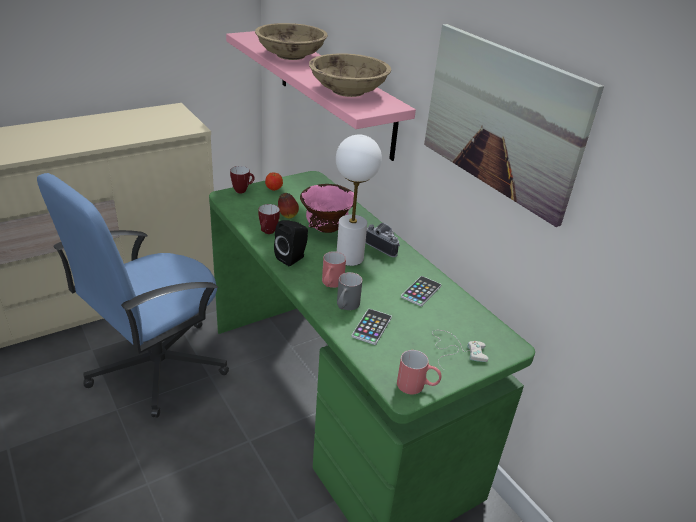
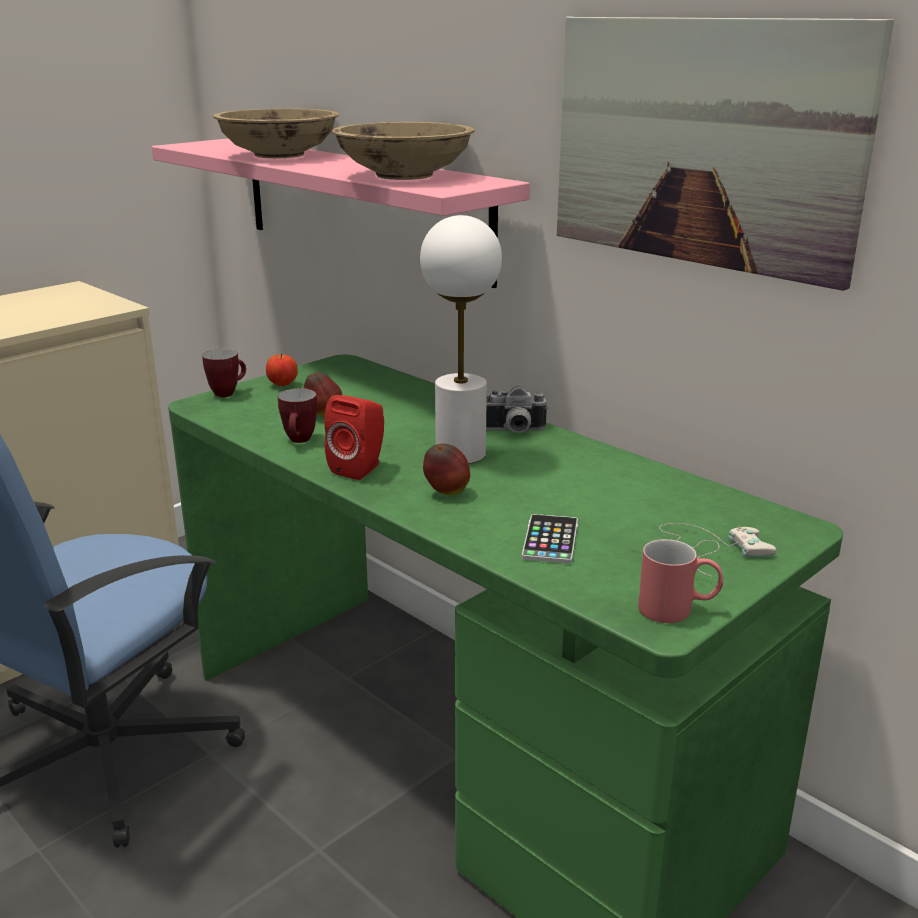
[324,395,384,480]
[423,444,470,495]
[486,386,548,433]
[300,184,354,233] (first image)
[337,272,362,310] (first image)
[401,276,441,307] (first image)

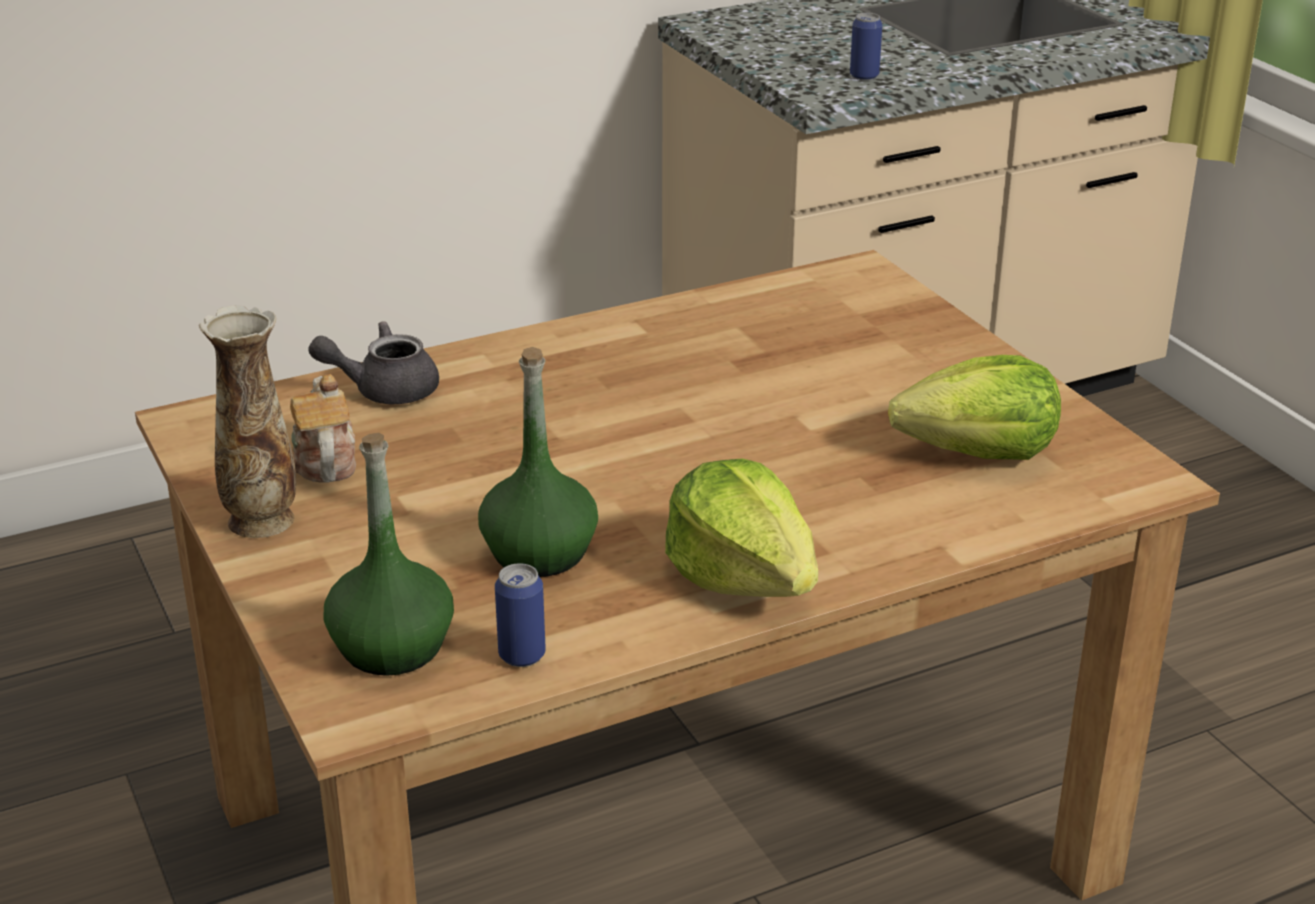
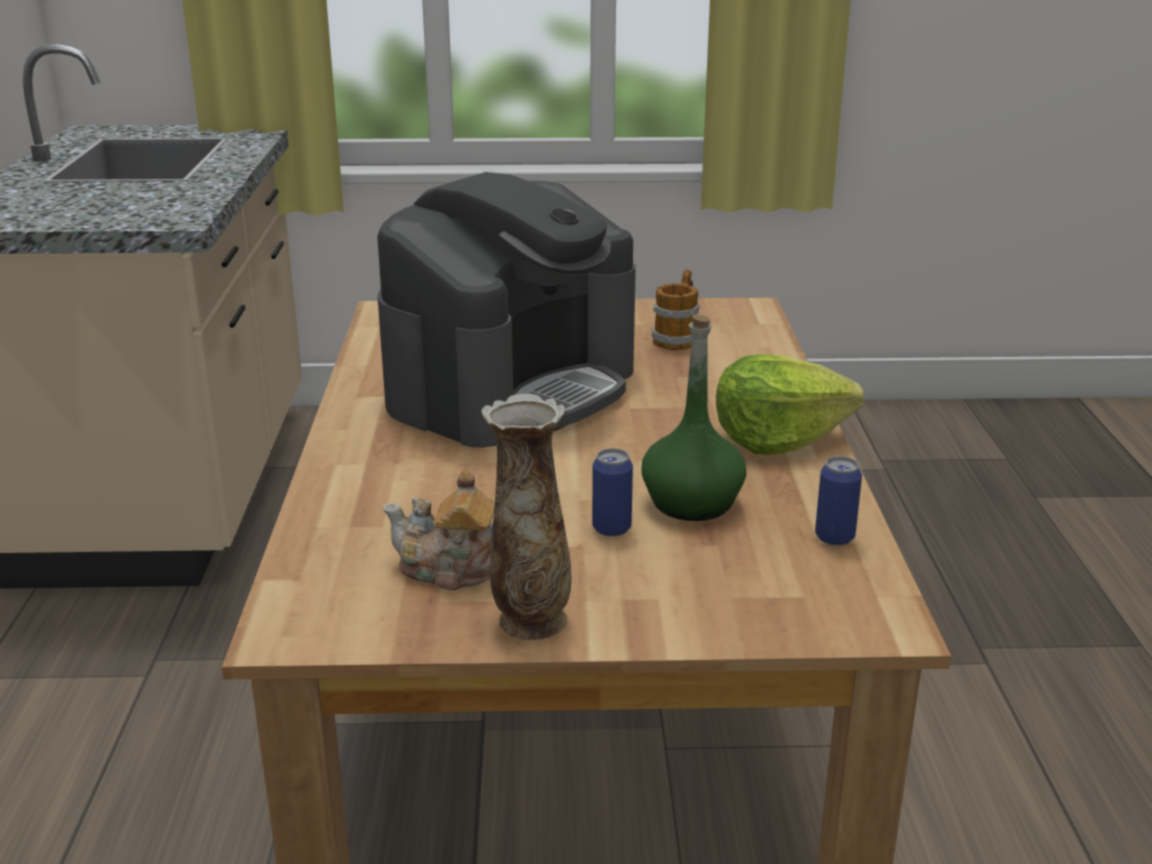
[377,172,636,448]
[592,448,633,537]
[651,269,700,350]
[308,321,439,404] (first image)
[323,433,454,676] (first image)

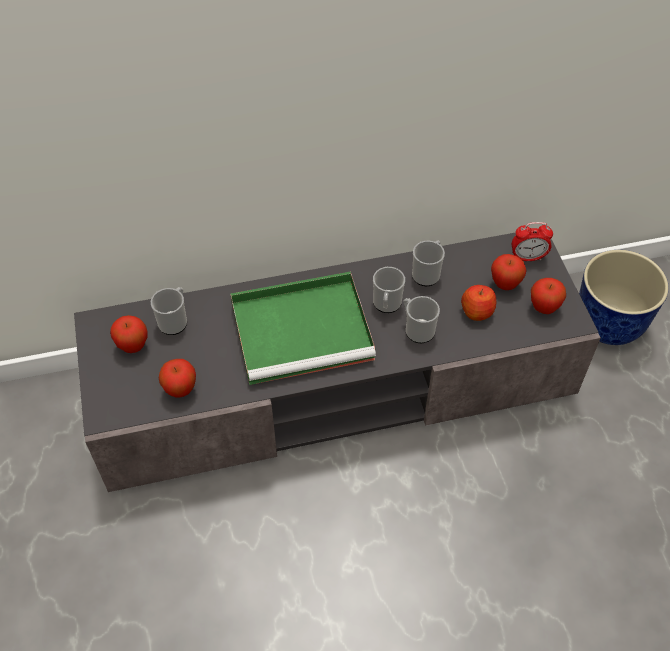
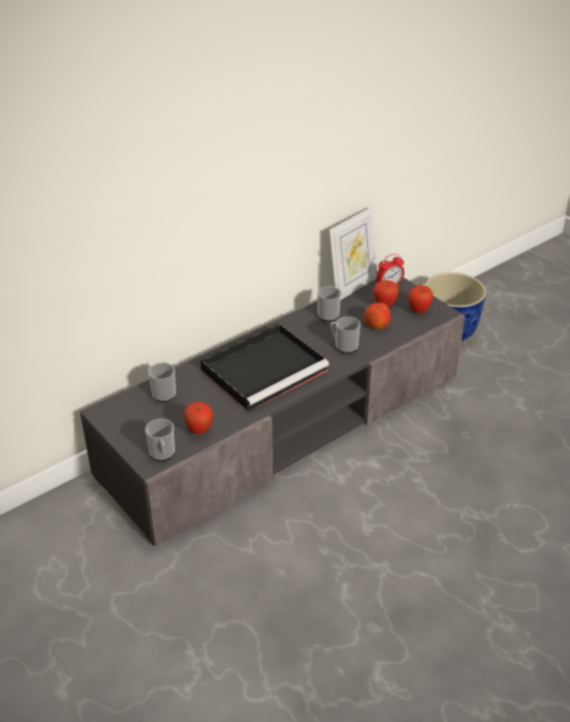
[145,419,175,461]
[200,323,329,412]
[329,206,377,300]
[110,315,147,353] (first image)

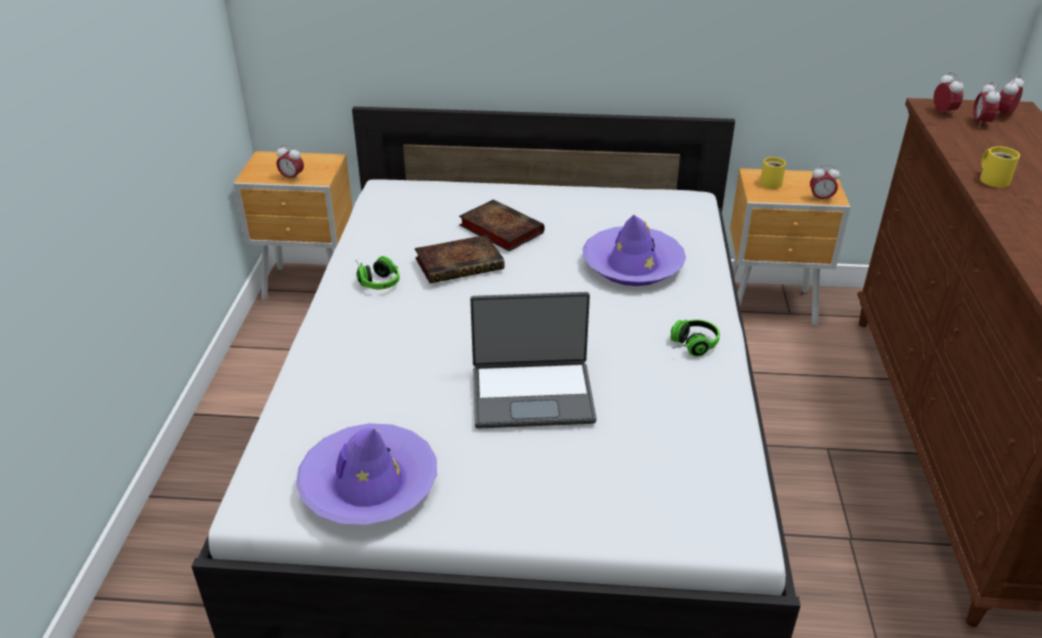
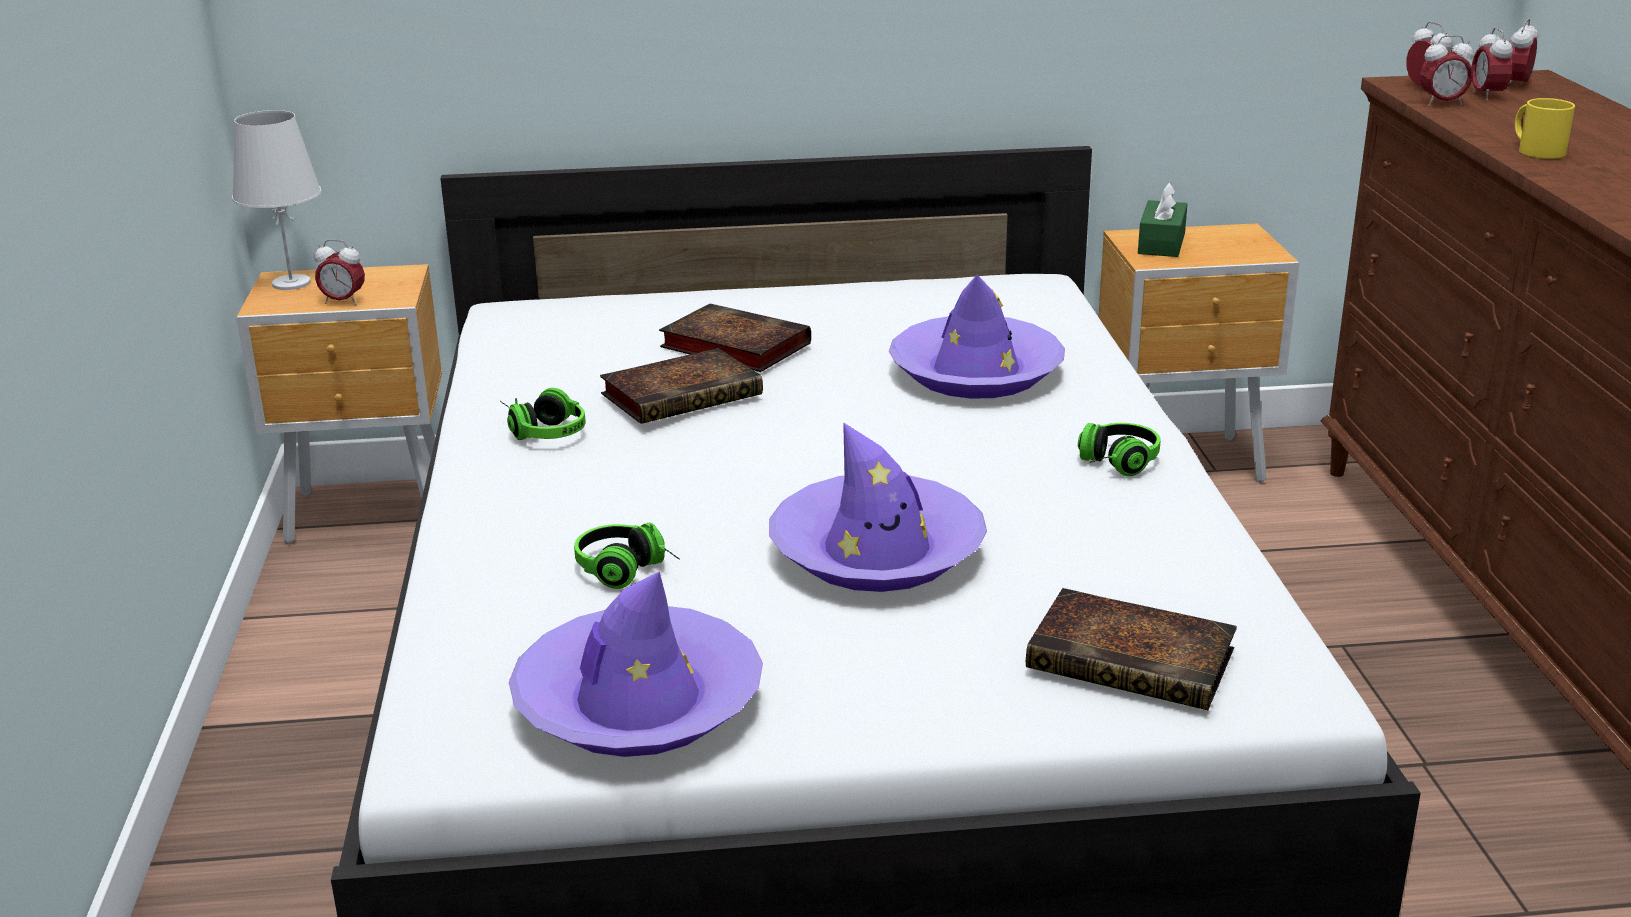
[232,110,322,290]
[574,523,680,589]
[769,422,987,592]
[1026,588,1237,710]
[1138,182,1187,257]
[1420,35,1474,106]

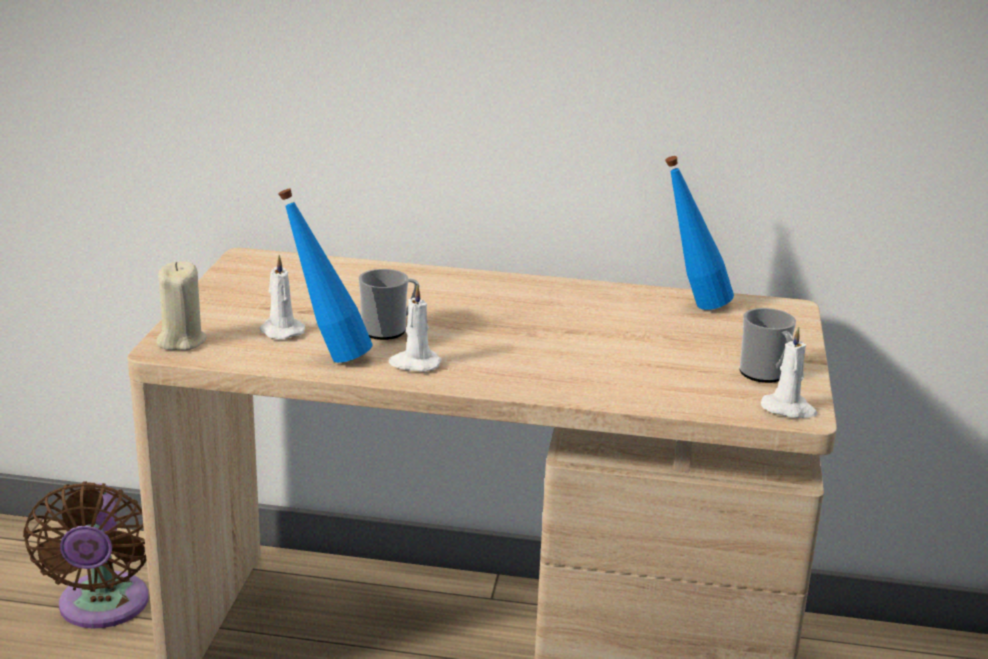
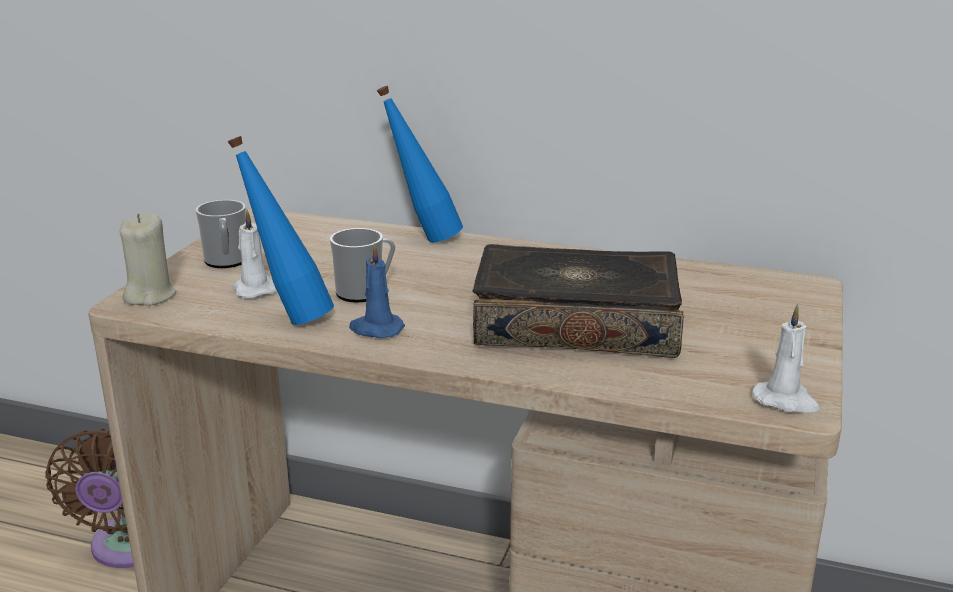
[196,200,246,268]
[349,243,405,338]
[377,86,463,242]
[472,244,683,358]

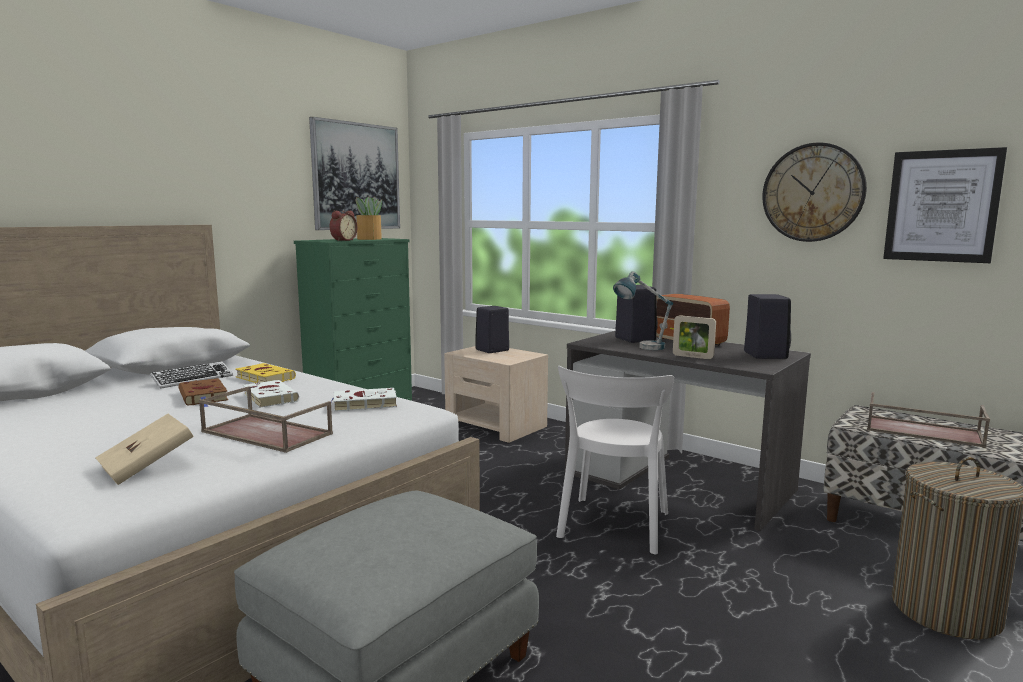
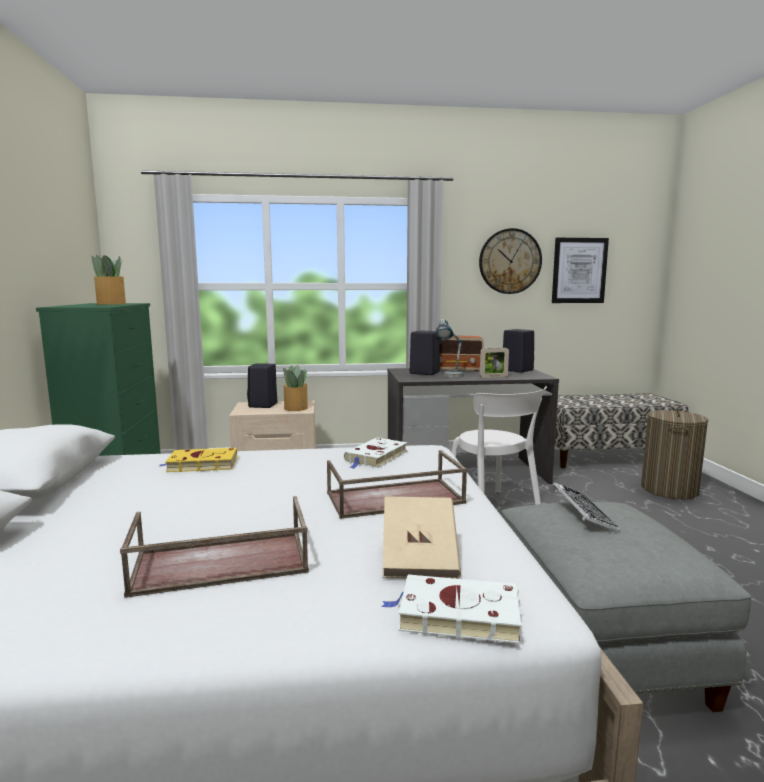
[120,496,309,598]
[283,365,308,411]
[381,574,521,644]
[553,482,620,532]
[179,378,228,407] (first image)
[309,117,400,230] (first image)
[330,211,358,241] (first image)

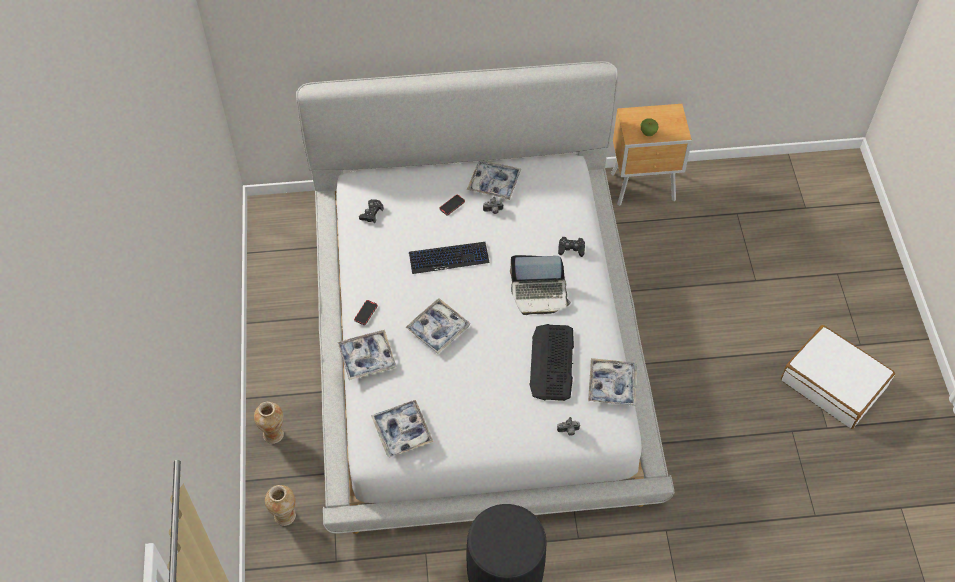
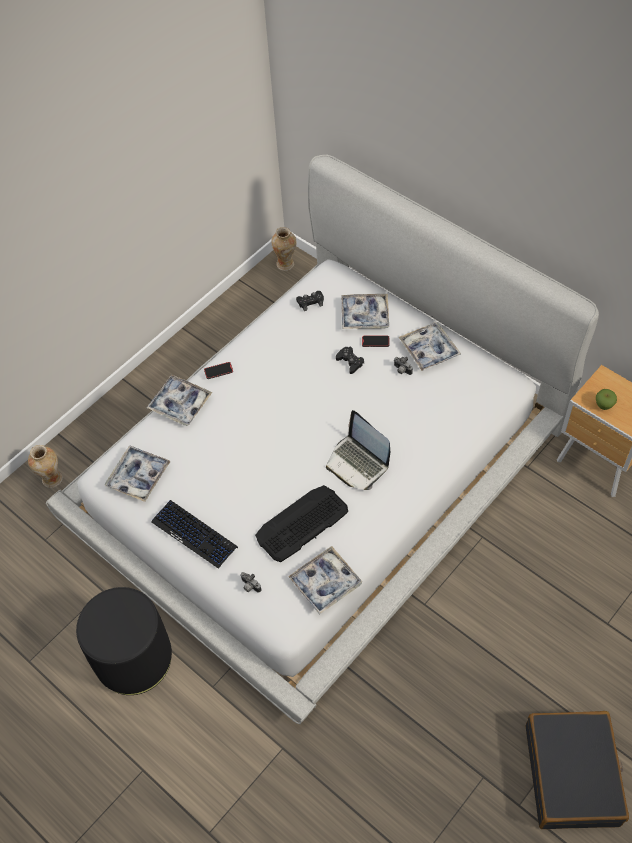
[151,500,238,569]
[271,227,296,271]
[336,347,364,374]
[342,294,389,329]
[526,711,629,829]

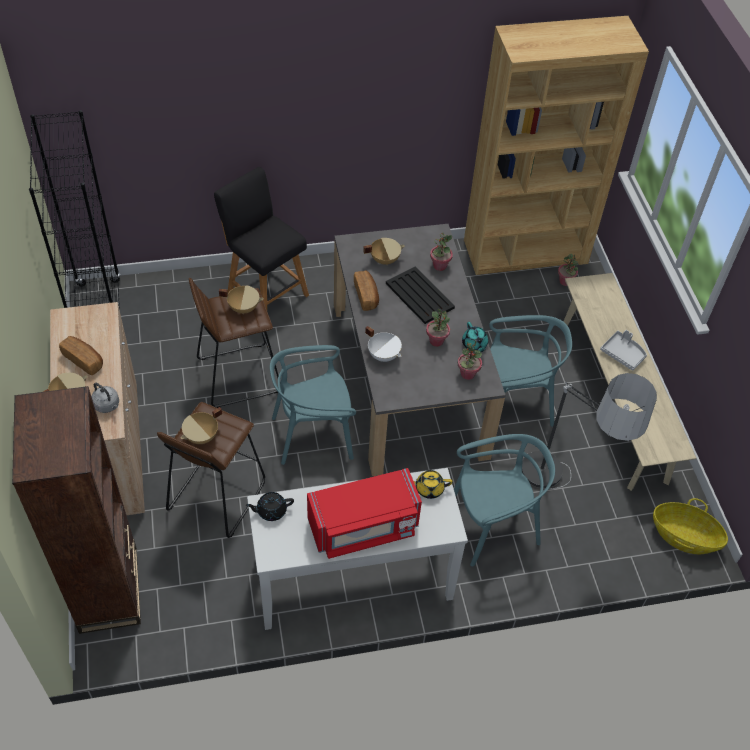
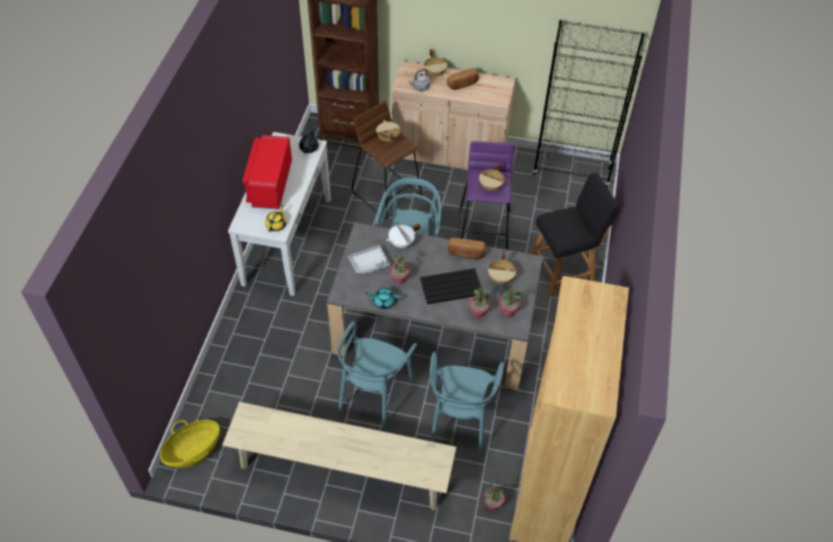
[348,245,390,273]
[430,352,504,453]
[458,141,514,250]
[499,286,521,317]
[522,373,657,489] (first image)

